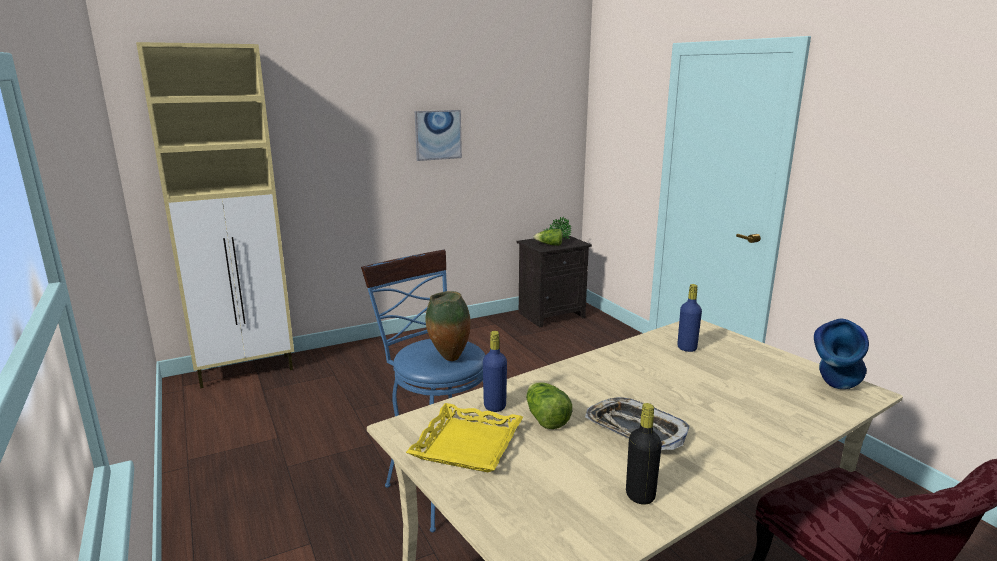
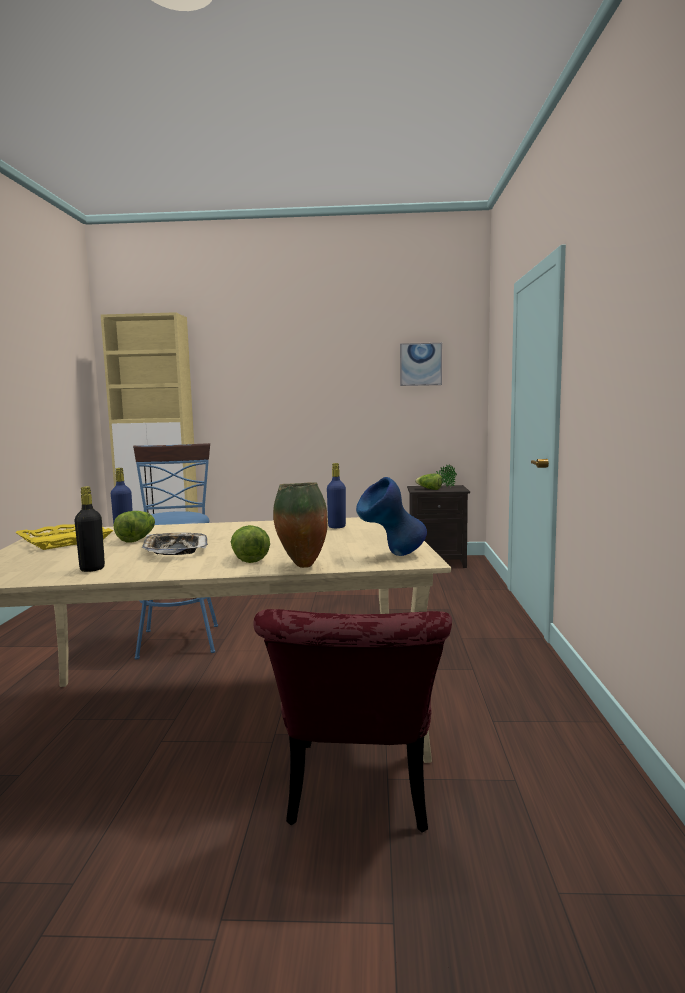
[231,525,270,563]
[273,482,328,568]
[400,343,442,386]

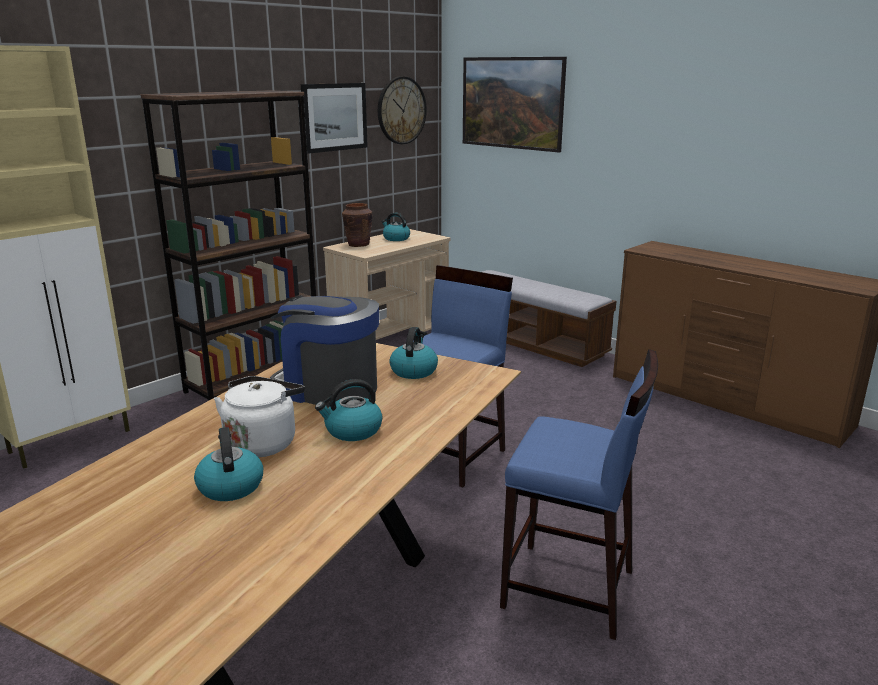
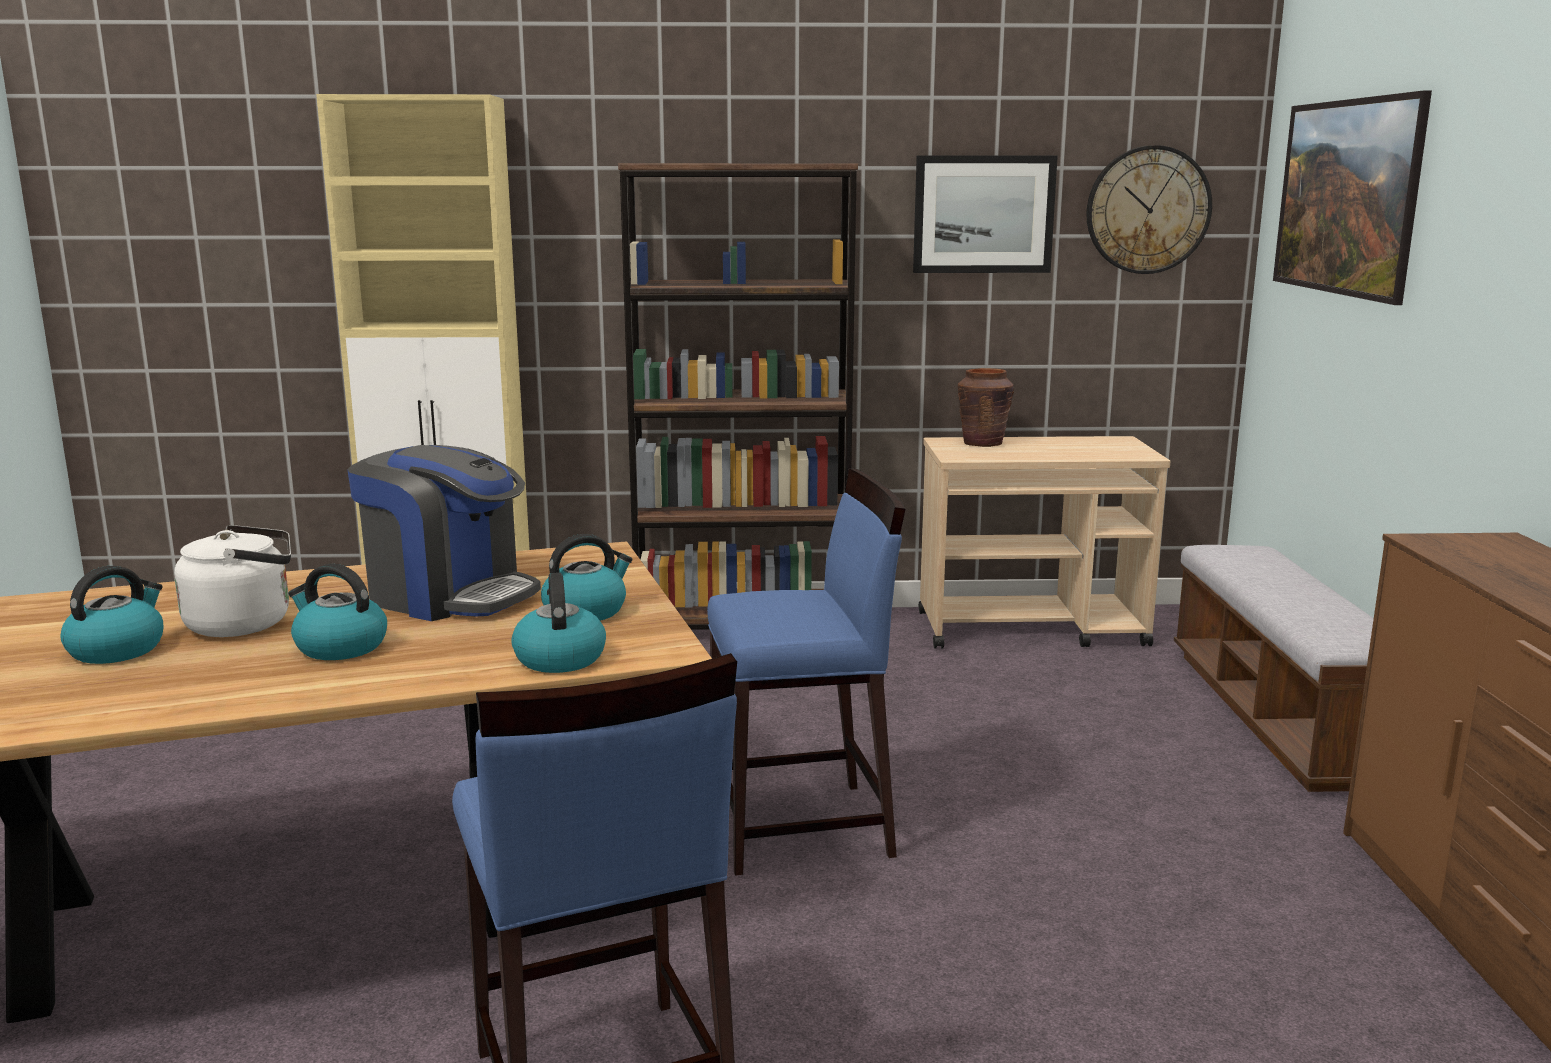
[347,445,541,621]
[511,573,606,673]

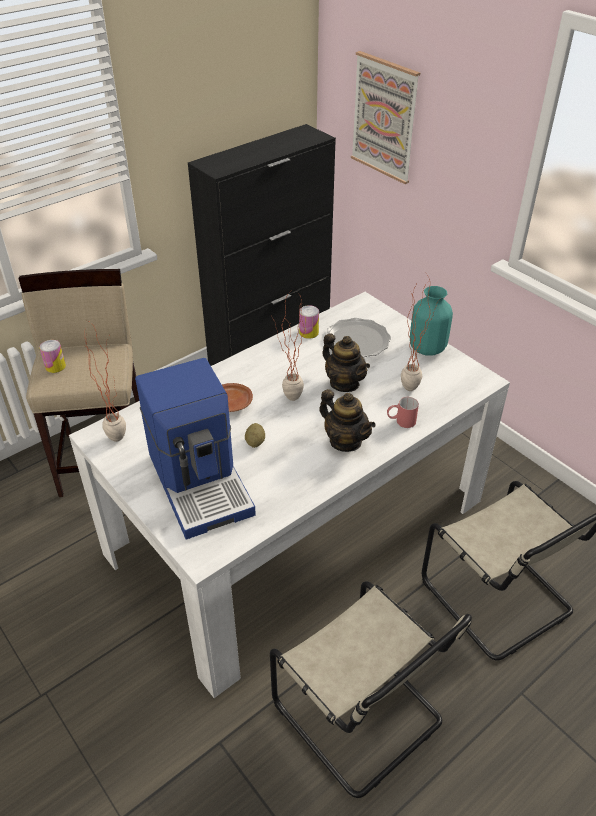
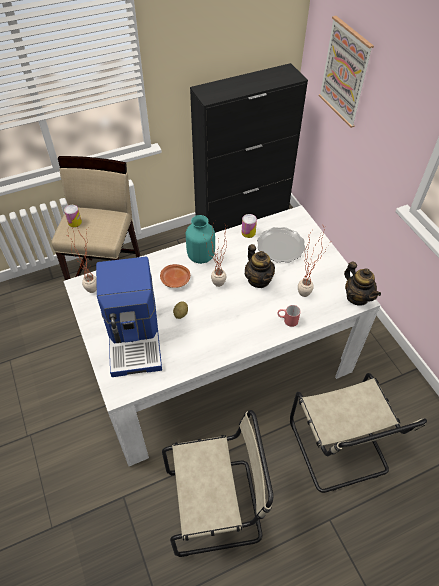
[162,410,273,557]
[186,215,215,264]
[344,262,381,306]

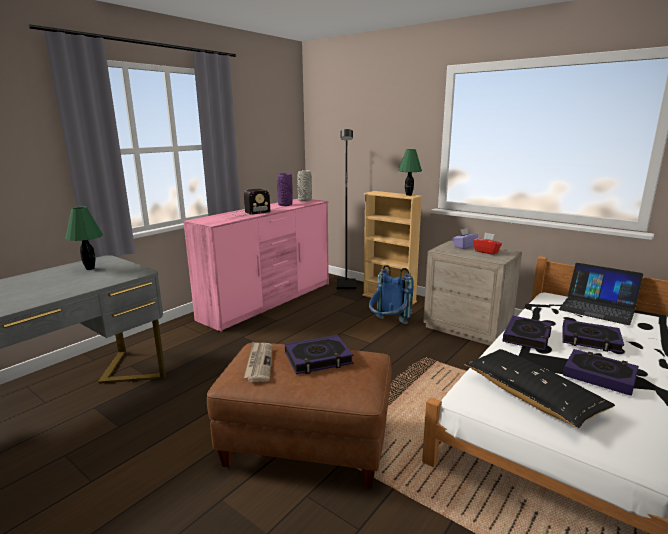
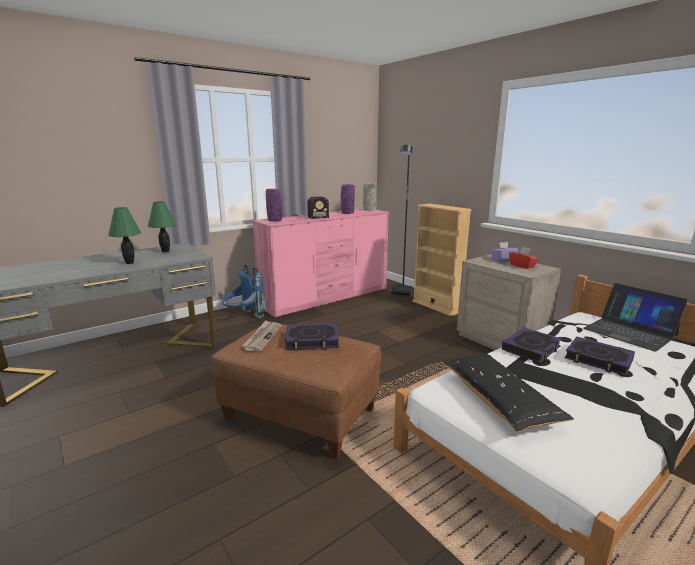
[108,207,141,264]
[222,264,265,318]
[266,189,282,221]
[563,349,639,396] (first image)

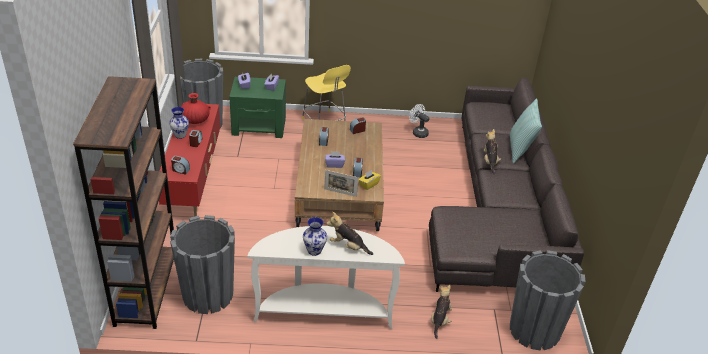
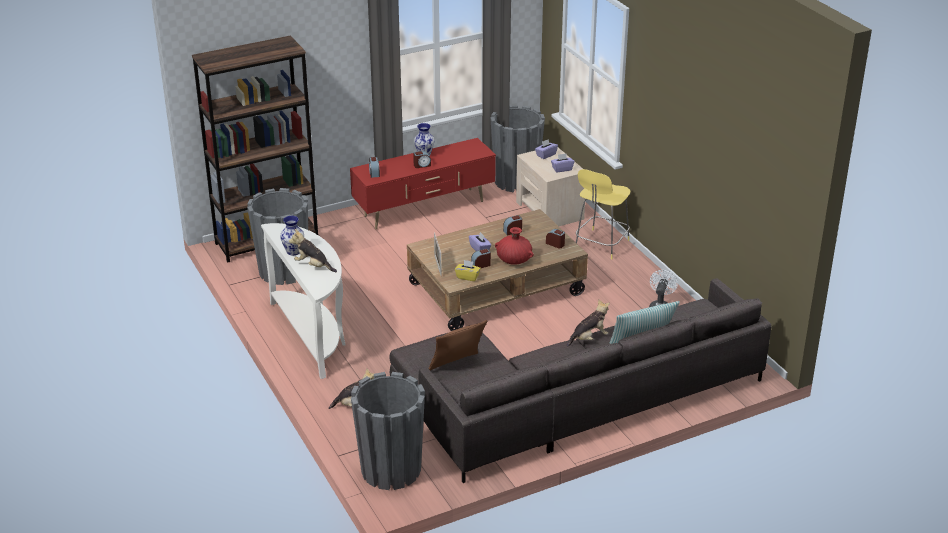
[289,229,337,272]
[428,320,487,370]
[495,227,534,265]
[516,148,585,226]

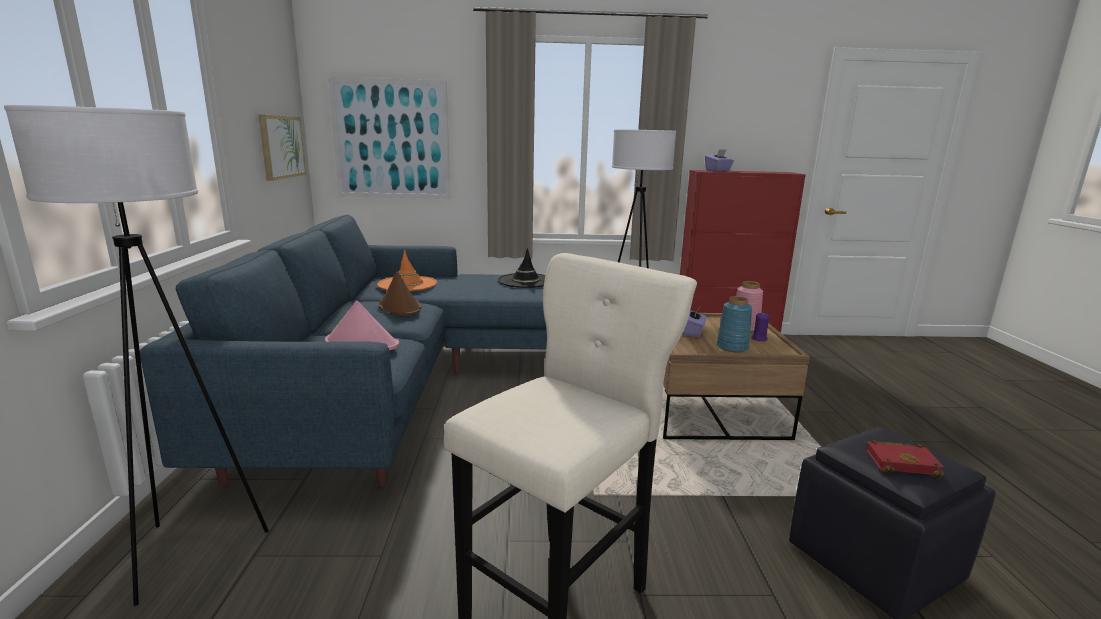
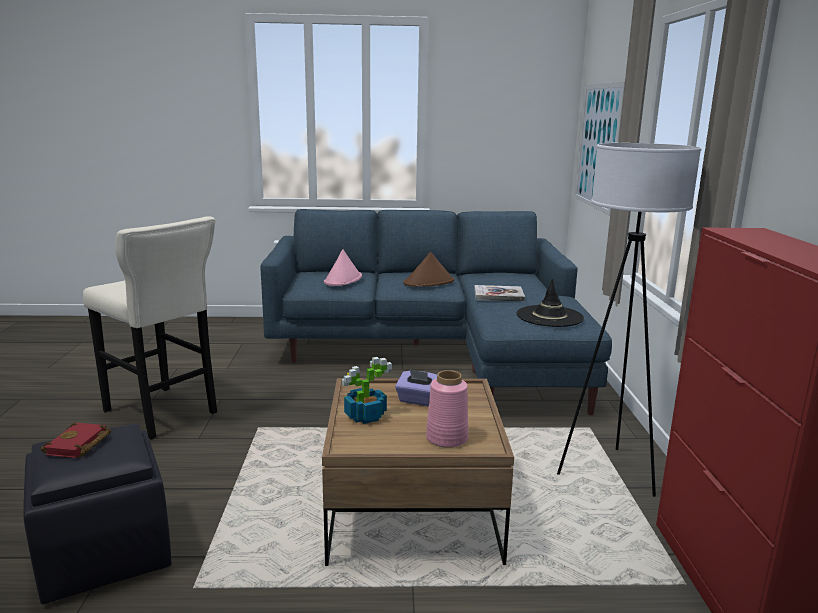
[342,357,392,424]
[474,285,525,302]
[4,105,269,606] (first image)
[258,114,306,181] (first image)
[377,250,437,291] (first image)
[705,149,734,172] (first image)
[751,313,769,341] (first image)

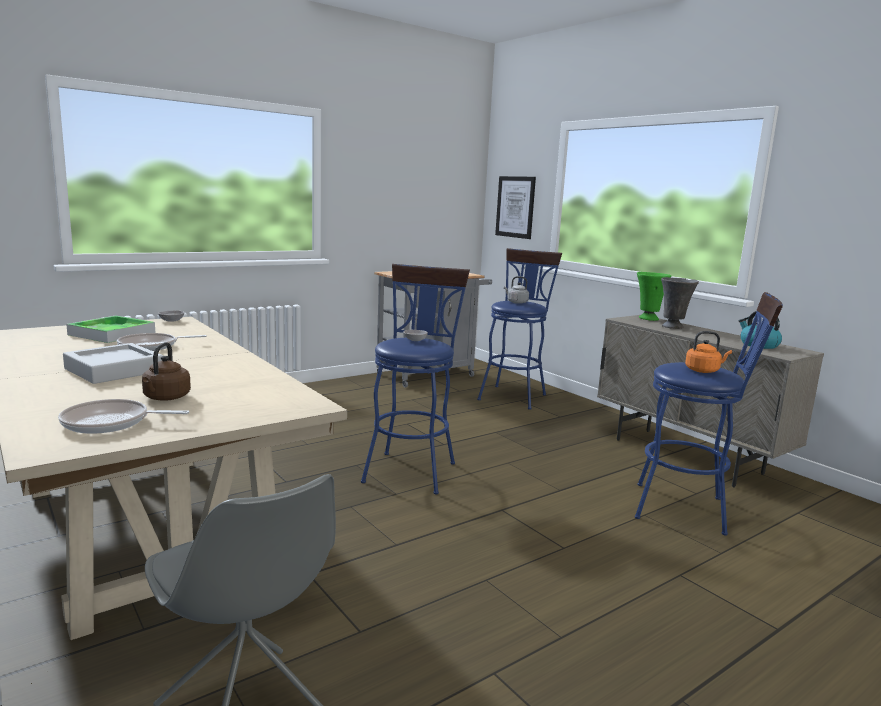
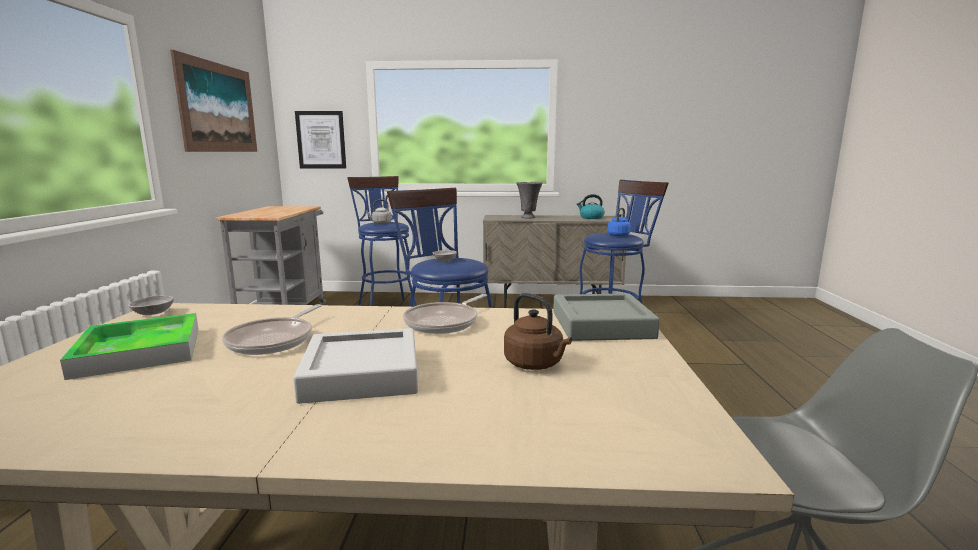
[170,50,257,152]
[403,294,487,334]
[553,293,660,341]
[607,208,631,236]
[637,272,672,321] (first image)

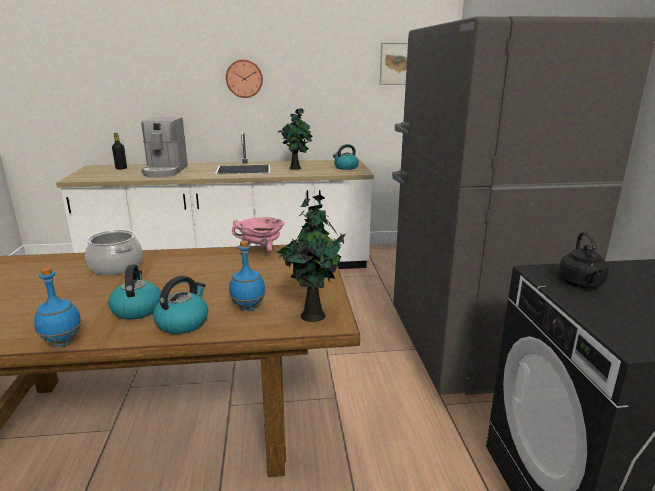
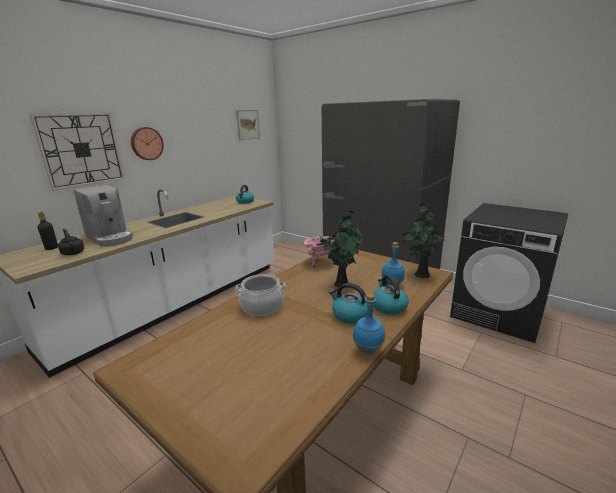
[29,112,125,191]
[58,228,84,255]
[319,210,364,287]

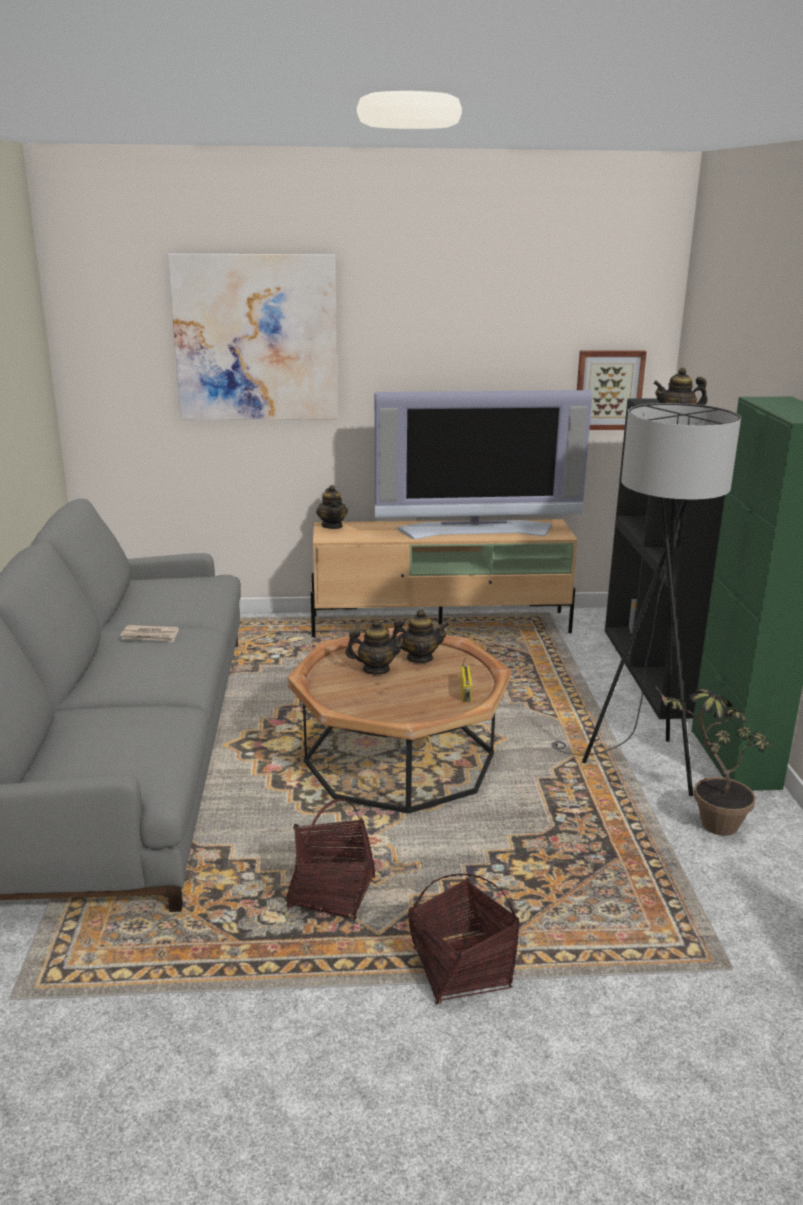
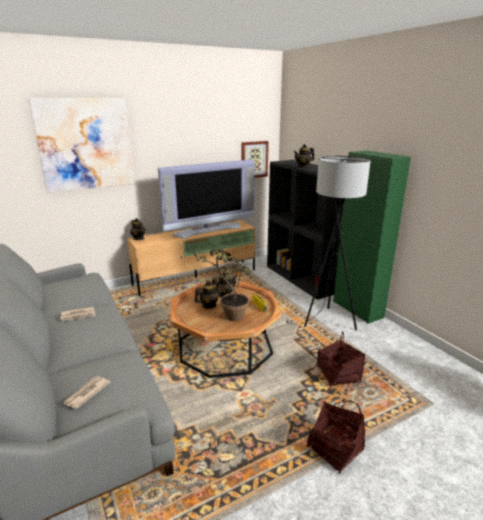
[63,376,111,409]
[193,249,252,321]
[318,331,365,387]

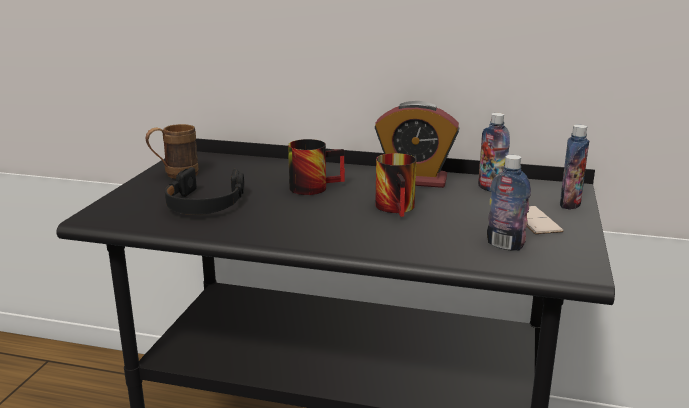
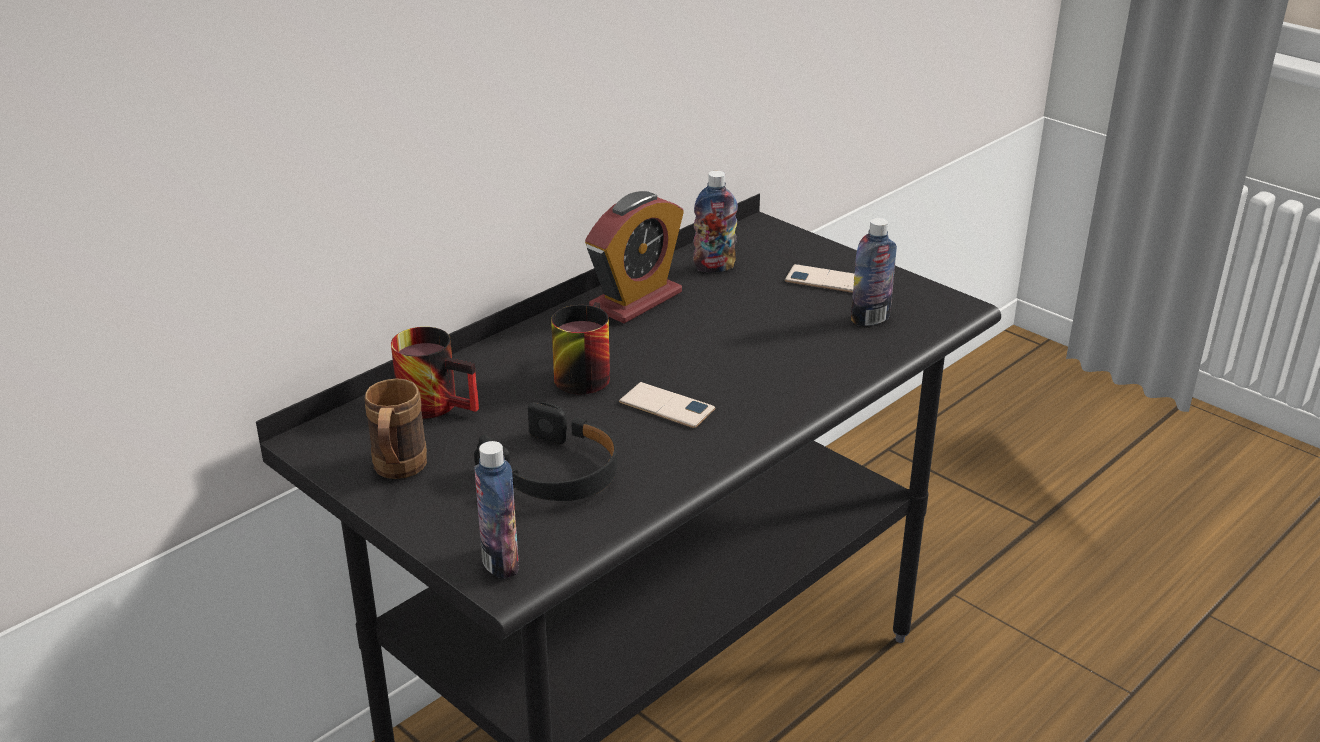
[391,327,479,419]
[474,441,519,579]
[619,382,715,428]

